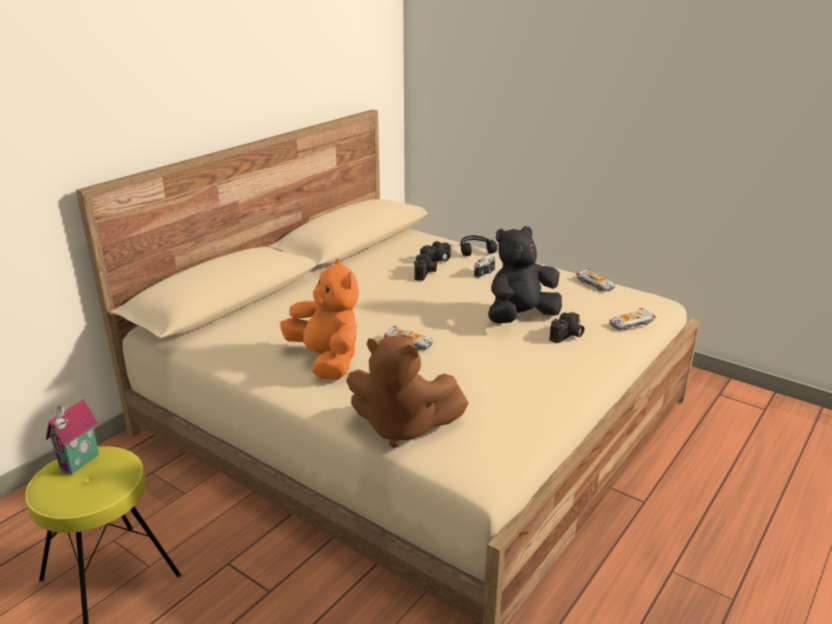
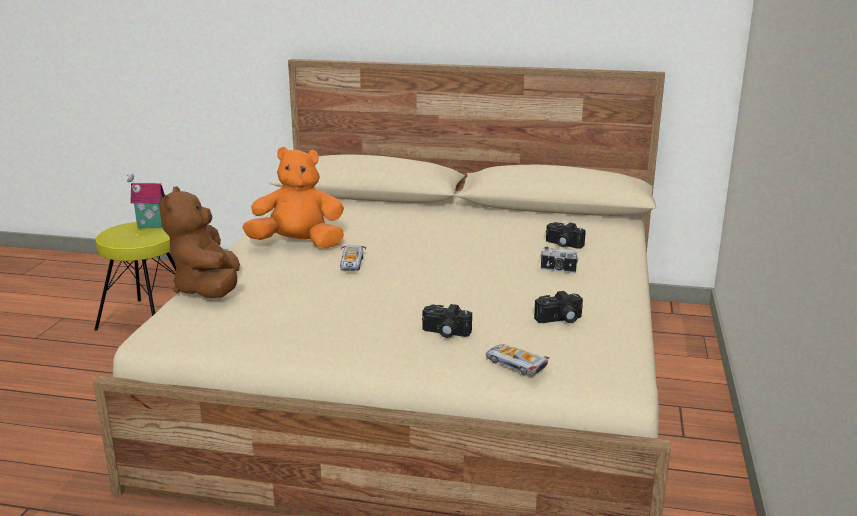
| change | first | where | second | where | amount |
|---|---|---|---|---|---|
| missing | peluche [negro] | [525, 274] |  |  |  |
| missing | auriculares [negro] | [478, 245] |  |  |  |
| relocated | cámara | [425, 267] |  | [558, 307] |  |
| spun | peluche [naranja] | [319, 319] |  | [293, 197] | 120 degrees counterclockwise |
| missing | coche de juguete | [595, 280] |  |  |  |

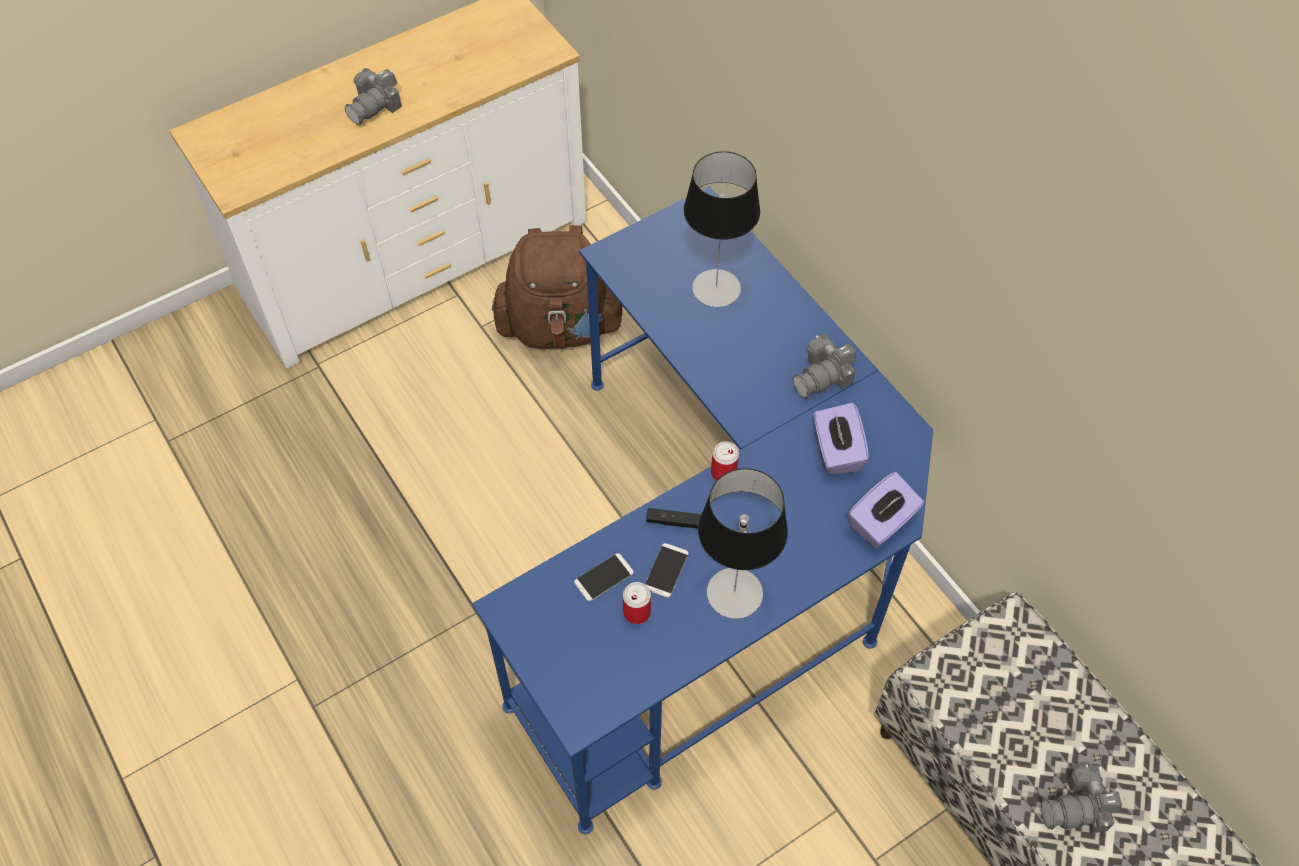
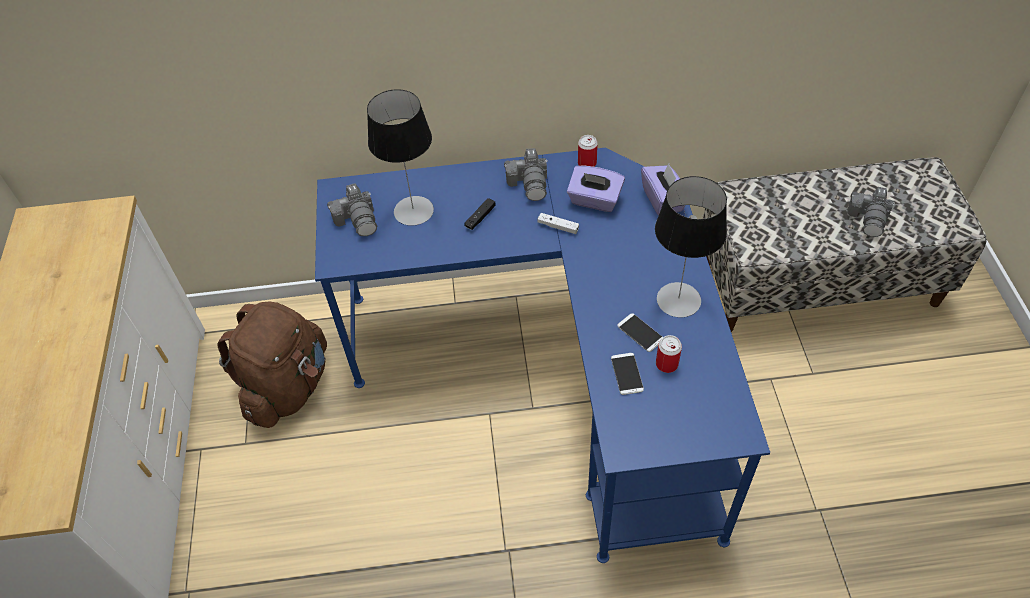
| change | first | where | second | where | amount |
|---|---|---|---|---|---|
| relocated | cámara | [373, 96] |  | [352, 209] |  |
| relocated | lata | [725, 461] |  | [588, 151] |  |
| relocated | mando de consola [negro] | [673, 518] |  | [480, 214] |  |
| appeared |  |  | mando de consola [blanco] | [558, 223] |  |

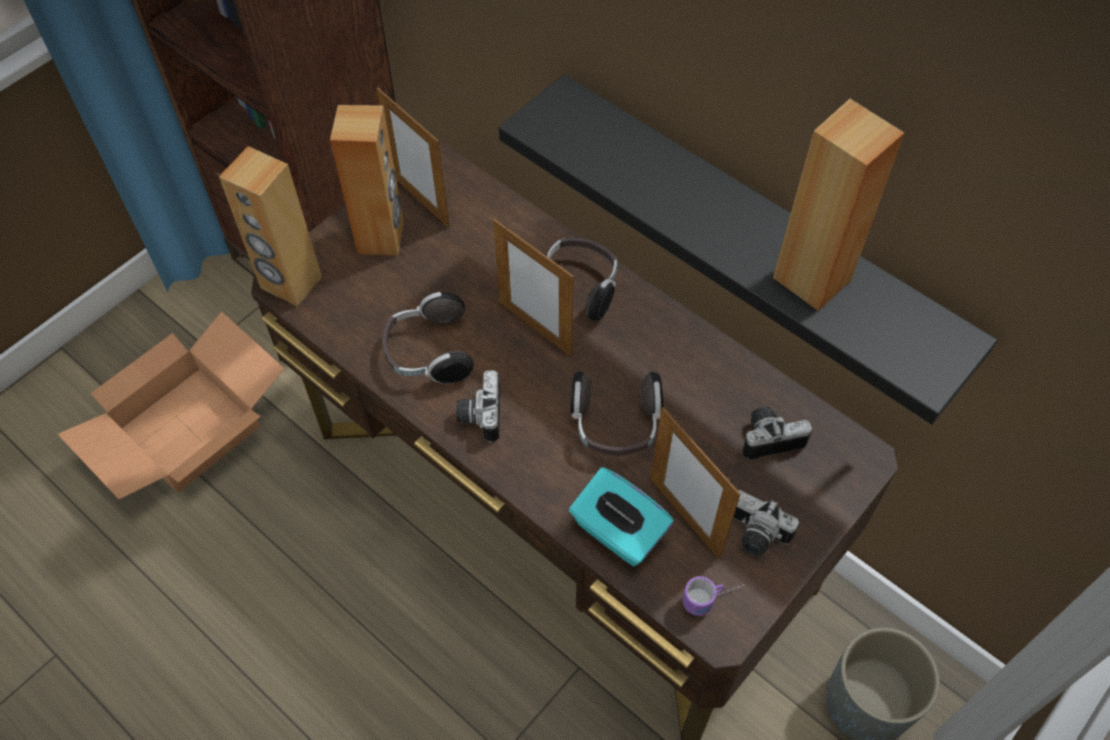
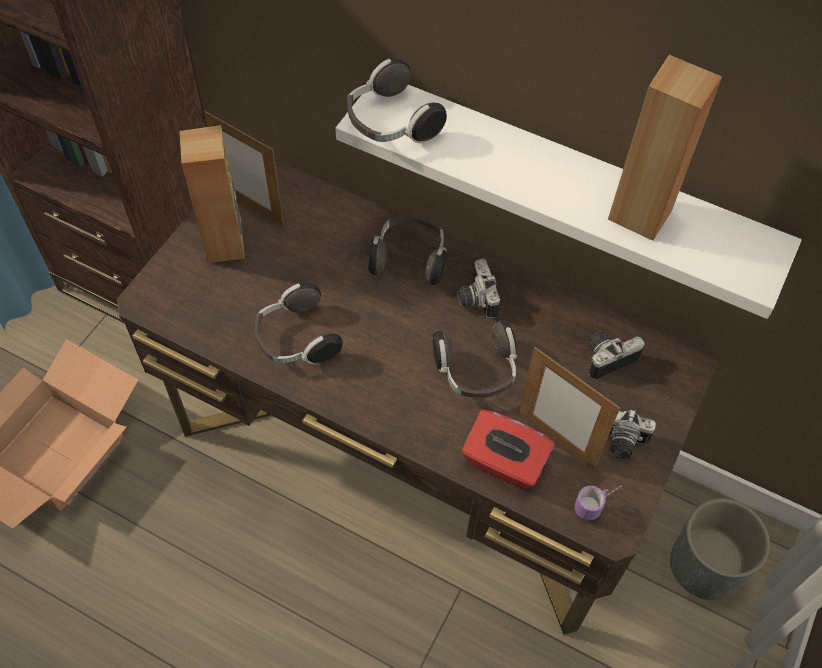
| change | first | where | second | where | amount |
|---|---|---|---|---|---|
| colour | estante [negro] | [748, 249] | estante [blanco] | [568, 202] |  |
| missing | altavoz [marrón] | [270, 226] |  |  |  |
| missing | portarretratos | [533, 288] |  |  |  |
| relocated | cámara | [478, 406] |  | [478, 288] |  |
| colour | caja de pañuelos [turquesa] | [621, 517] | caja de pañuelos [rojo] | [508, 449] |  |
| appeared |  |  | auriculares | [397, 101] |  |

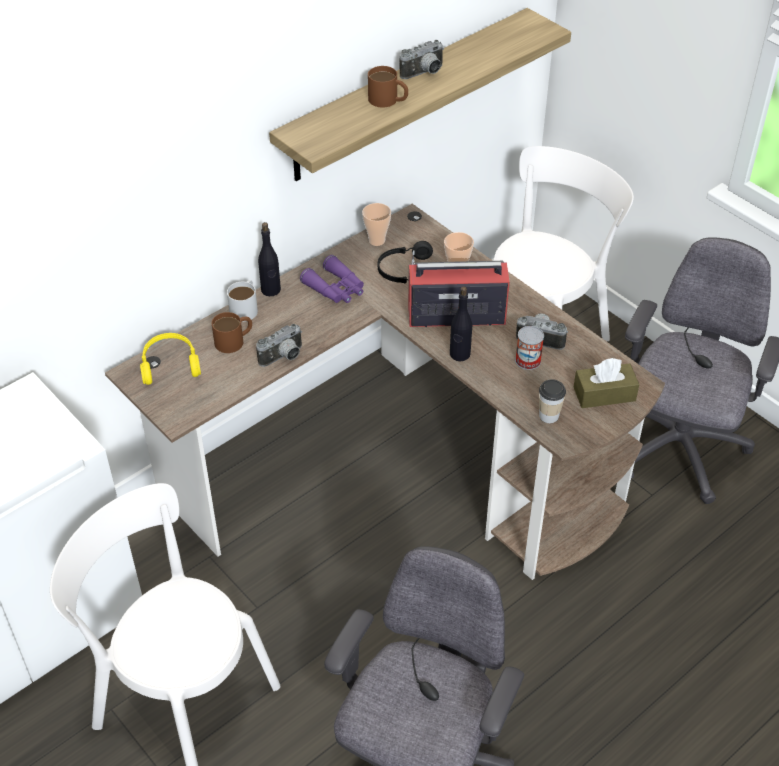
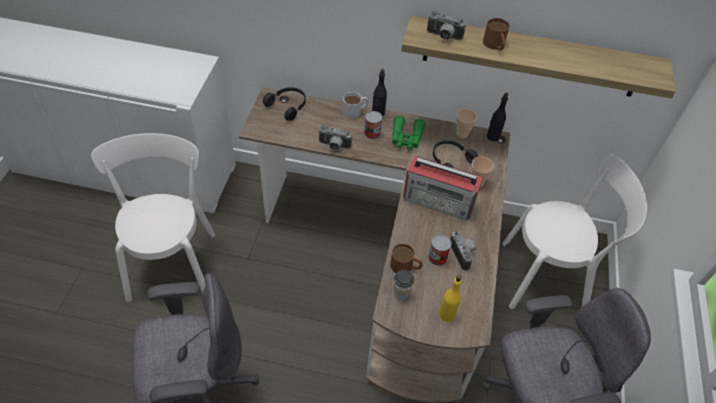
| change | first | where | second | where | amount |
|---|---|---|---|---|---|
| relocated | cámara | [422, 59] |  | [446, 25] |  |
| spun | radio | [459, 288] |  | [443, 188] | 150 degrees clockwise |
| colour | prismáticos [morado] | [332, 279] | prismáticos [verde] | [409, 133] |  |
| relocated | botella [negro] | [461, 324] |  | [497, 117] |  |
| relocated | taza grande [marrón] | [232, 332] |  | [406, 258] |  |
| colour | auriculares [amarillo] | [170, 359] | auriculares [negro] | [284, 104] |  |
| exchanged | caja de pañuelos [marrón] | [606, 383] | botella [amarillo] | [450, 298] |  |
| appeared |  |  | lata | [373, 125] |  |

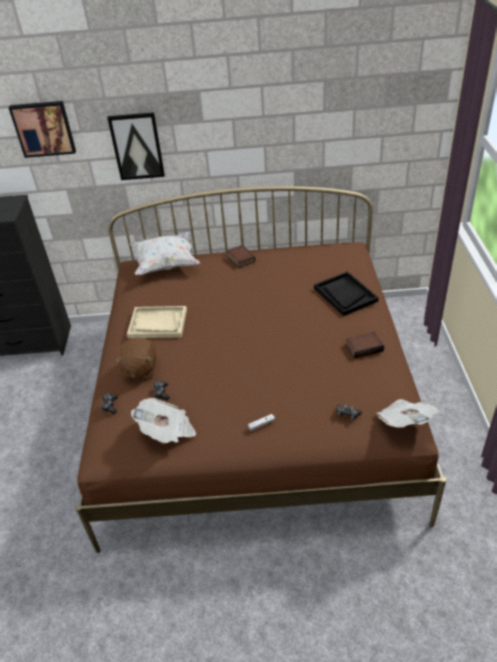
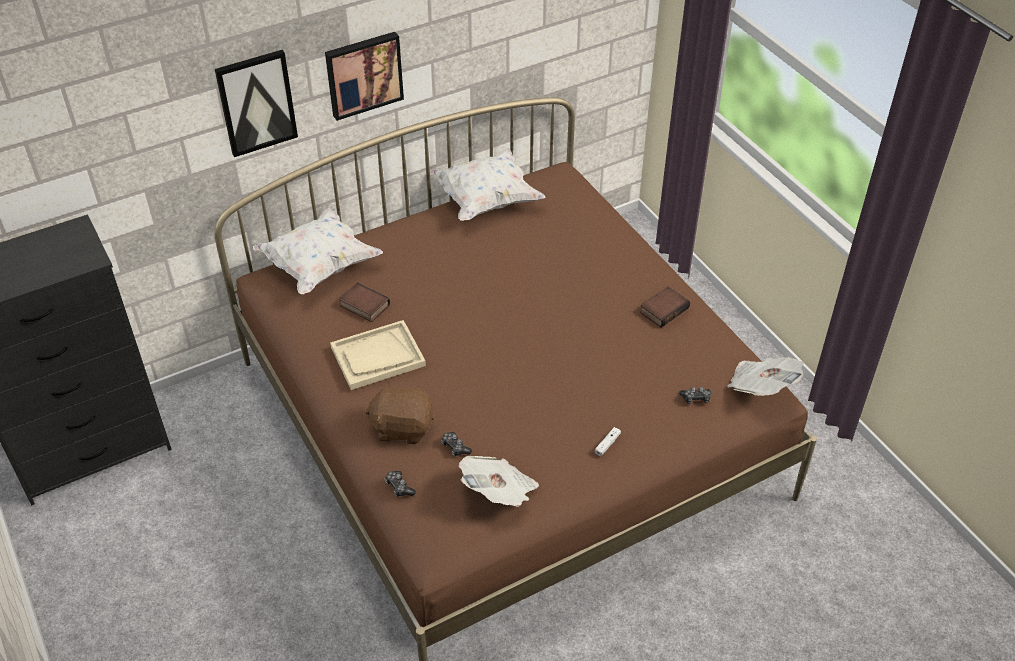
| change | first | where | second | where | amount |
|---|---|---|---|---|---|
| relocated | cuadro | [42, 129] |  | [364, 76] |  |
| relocated | libro | [241, 256] |  | [364, 302] |  |
| missing | bandeja [negro] | [346, 293] |  |  |  |
| spun | peluche [marrón] | [135, 359] |  | [399, 413] | 120 degrees clockwise |
| appeared |  |  | cojín [blanco] | [487, 184] |  |

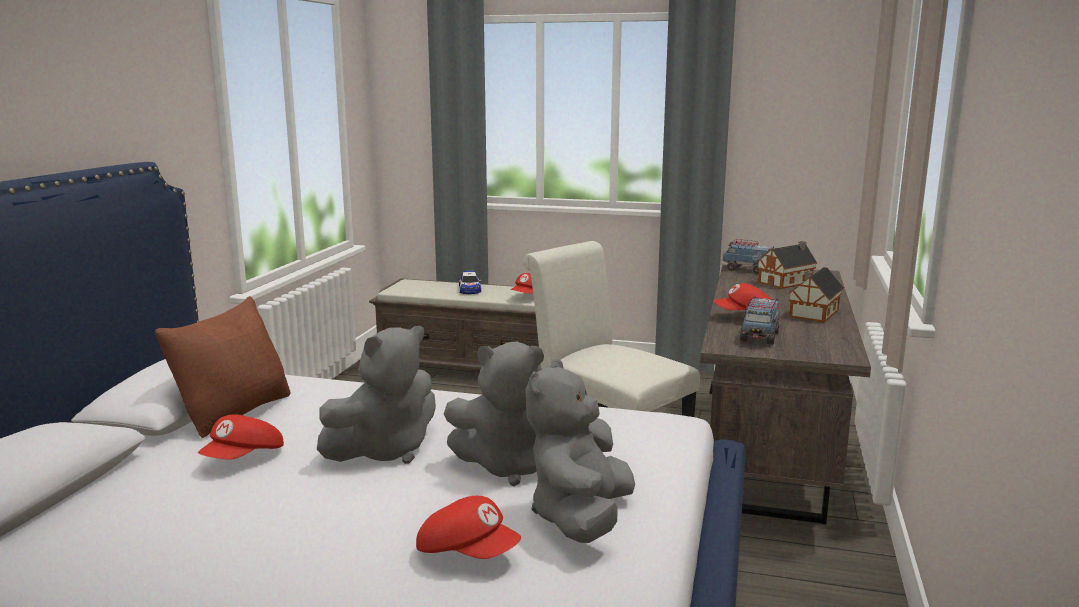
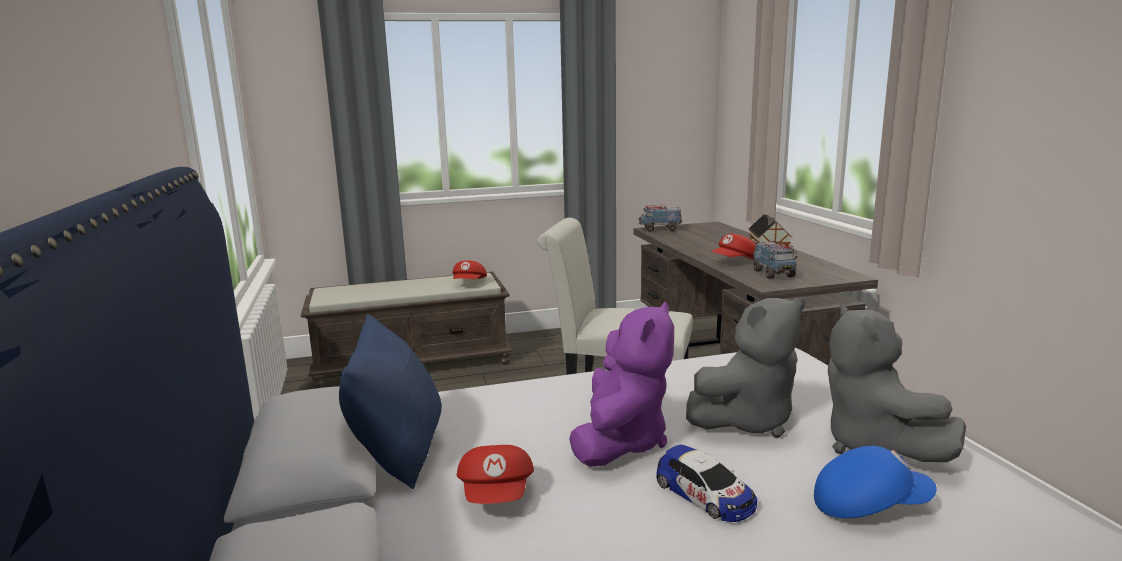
| change | first | where | second | where | amount |
|---|---|---|---|---|---|
| missing | casita | [787, 265] |  |  |  |
| relocated | coche de juguete | [470, 282] |  | [706, 483] |  |
| colour | cojín [marrón] | [223, 367] | cojín [azul] | [390, 401] |  |
| colour | peluche [gris] | [376, 395] | peluche [morado] | [621, 384] |  |
| colour | gorra [rojo] | [468, 527] | gorra [azul] | [875, 482] |  |

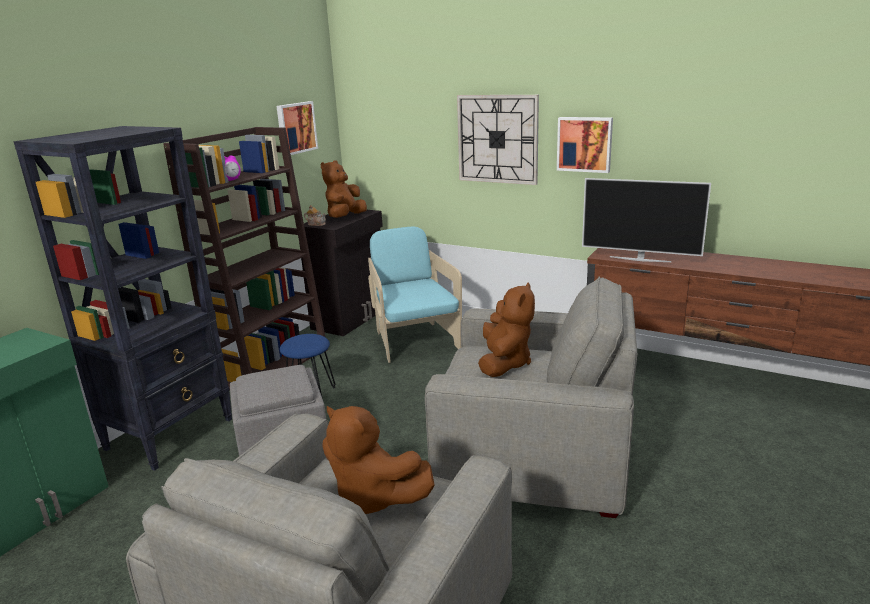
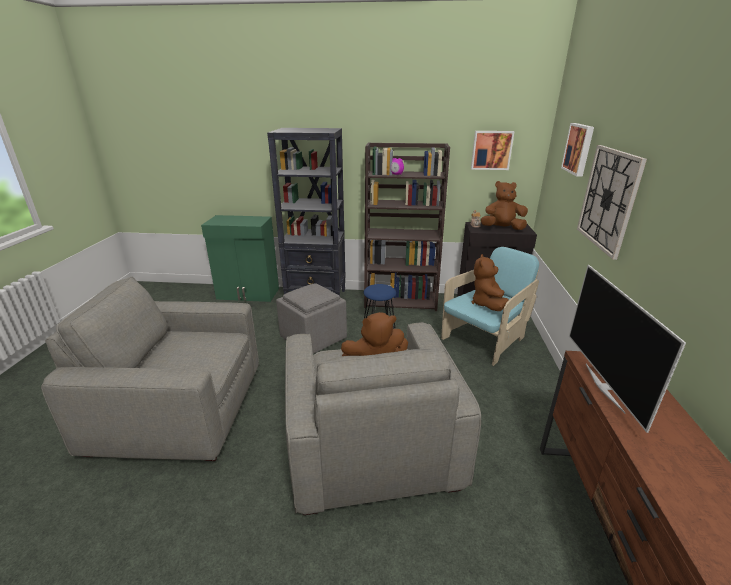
| change | first | where | second | where | amount |
|---|---|---|---|---|---|
| relocated | cuadro | [585, 145] |  | [577, 150] |  |
| relocated | peluche [marrón] | [378, 460] |  | [490, 282] |  |

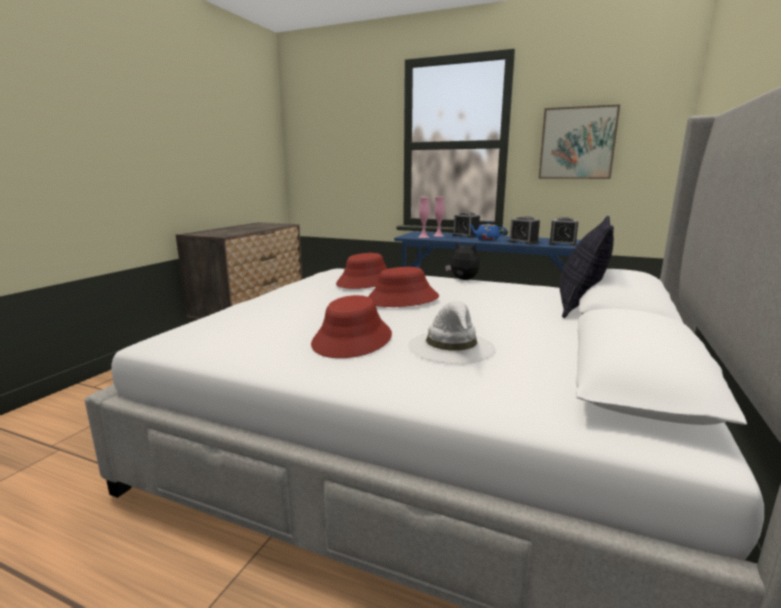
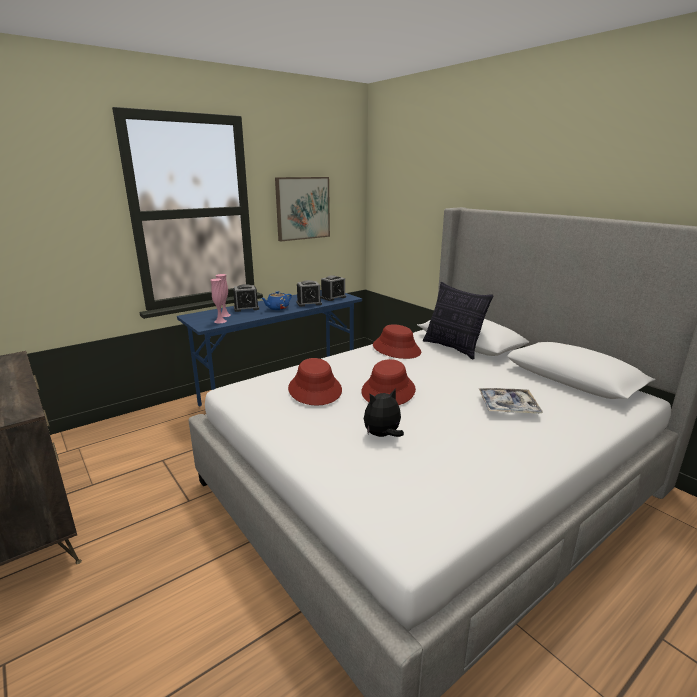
| change | first | where | second | where | amount |
|---|---|---|---|---|---|
| relocated | peluche | [462, 260] |  | [384, 413] |  |
| relocated | sombrero [rojo] | [351, 326] |  | [397, 341] |  |
| exchanged | sombrero [blanco] | [451, 332] | bandeja | [511, 401] |  |

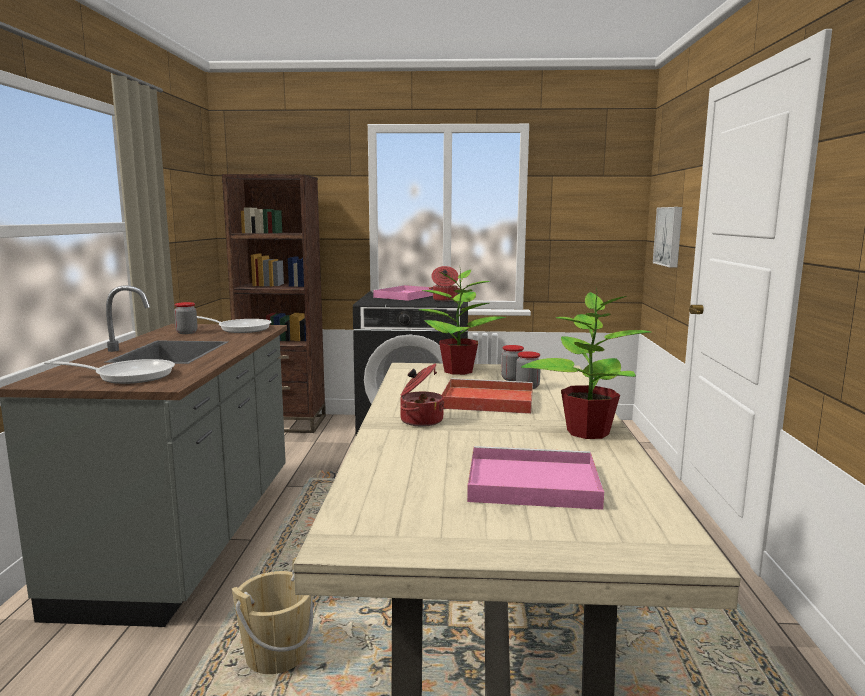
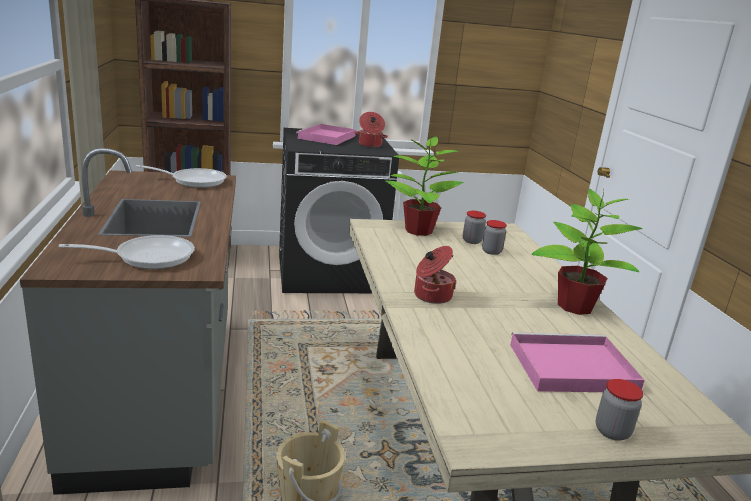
| change | first | where | second | where | amount |
|---|---|---|---|---|---|
| missing | cuadro | [667, 237] |  |  |  |
| relocated | tarro | [186, 318] |  | [619, 410] |  |
| missing | bandeja [rojo] | [487, 396] |  |  |  |

